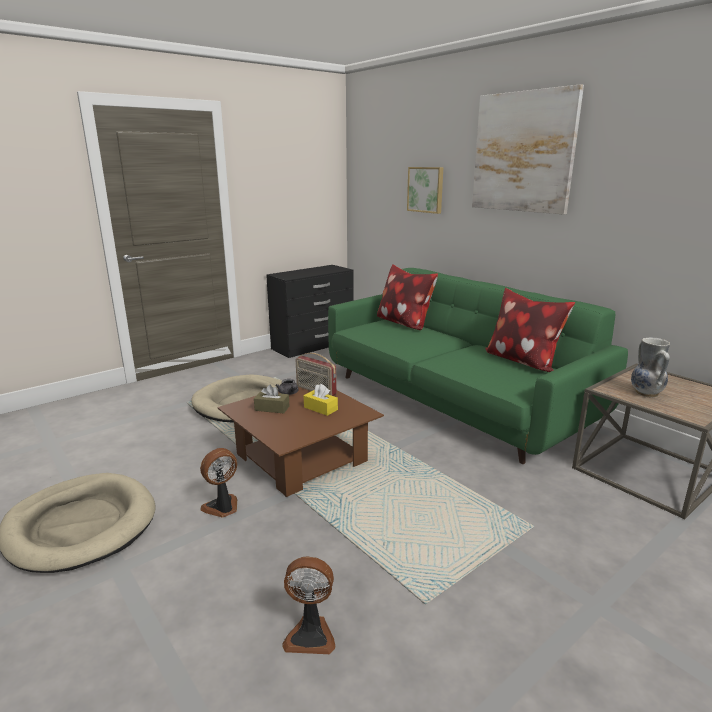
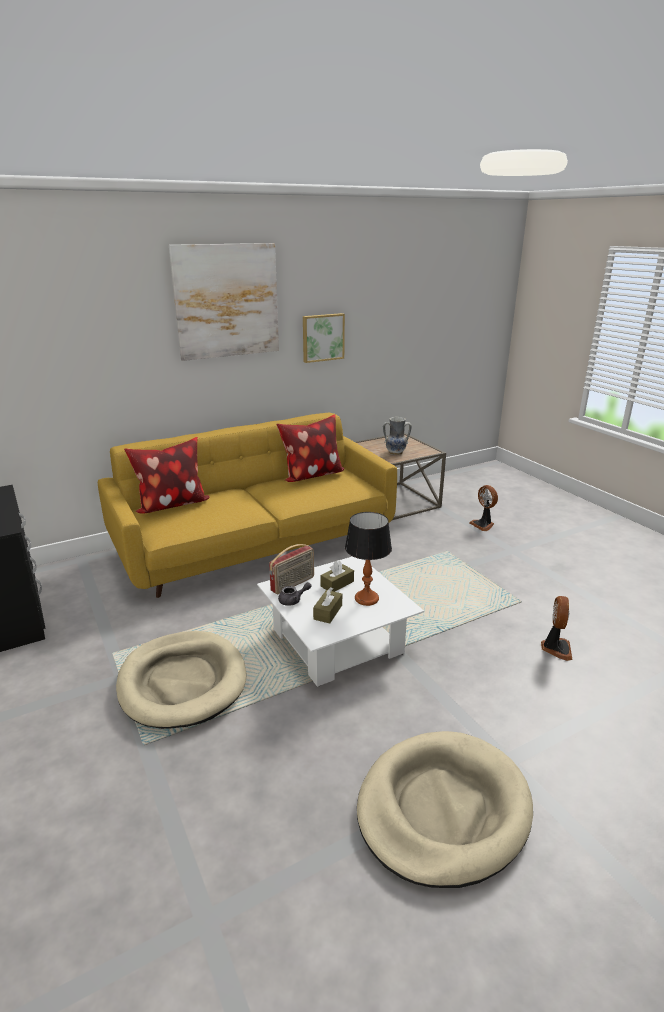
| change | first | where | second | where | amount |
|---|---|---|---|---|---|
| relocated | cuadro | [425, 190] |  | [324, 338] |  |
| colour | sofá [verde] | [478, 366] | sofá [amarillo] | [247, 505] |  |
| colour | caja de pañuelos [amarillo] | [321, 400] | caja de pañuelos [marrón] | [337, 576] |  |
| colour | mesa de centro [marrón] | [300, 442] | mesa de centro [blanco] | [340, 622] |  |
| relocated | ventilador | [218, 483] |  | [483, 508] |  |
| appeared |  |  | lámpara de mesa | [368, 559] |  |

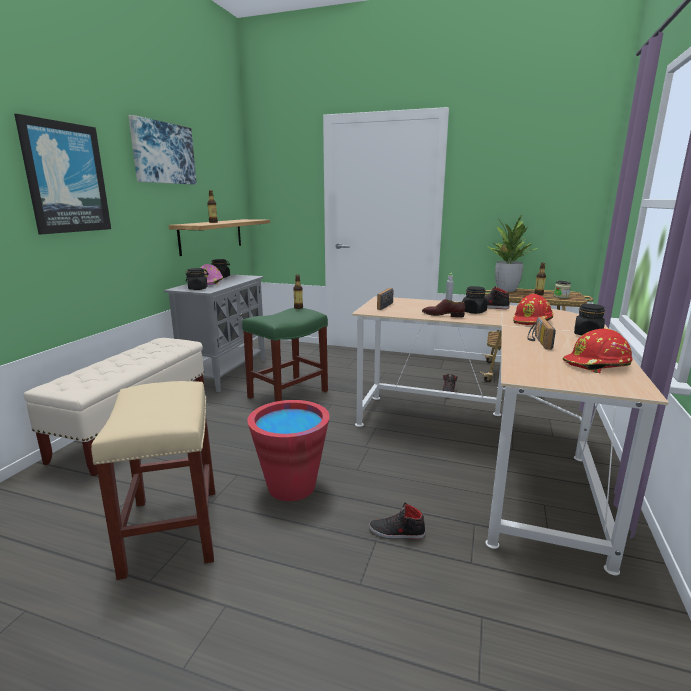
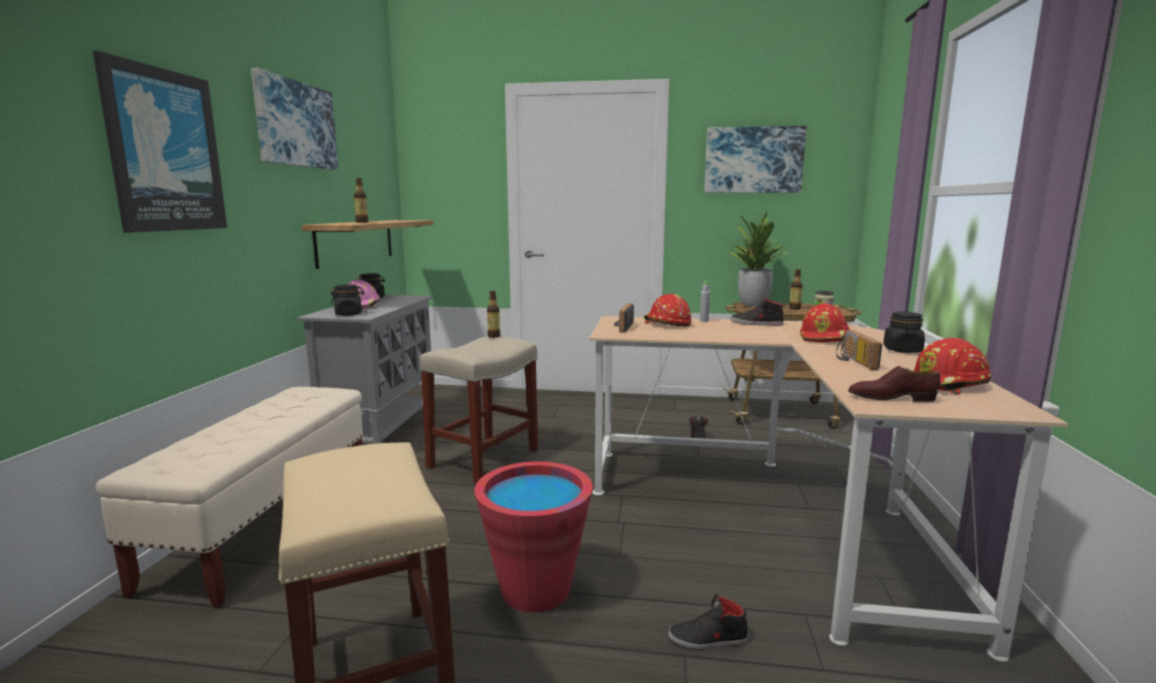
| change | first | where | second | where | amount |
|---|---|---|---|---|---|
| missing | tarro [negro] | [475, 300] |  |  |  |
| relocated | zapato [marrón] | [443, 308] |  | [894, 384] |  |
| colour | taburete [verde] | [285, 355] | taburete [beis] | [478, 409] |  |
| appeared |  |  | cuadro | [755, 159] |  |
| appeared |  |  | casco [rojo] | [668, 310] |  |

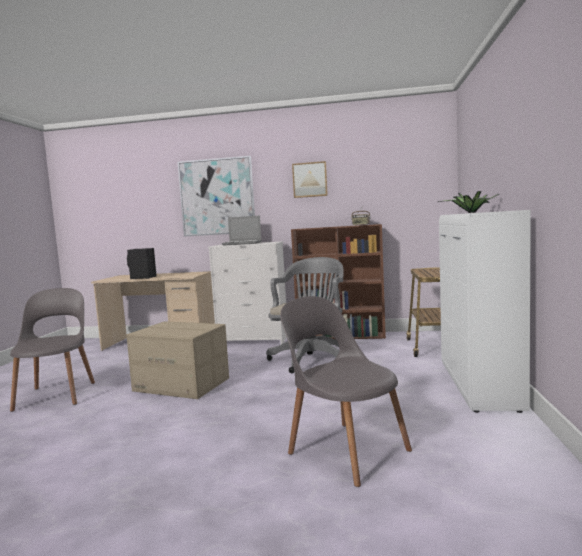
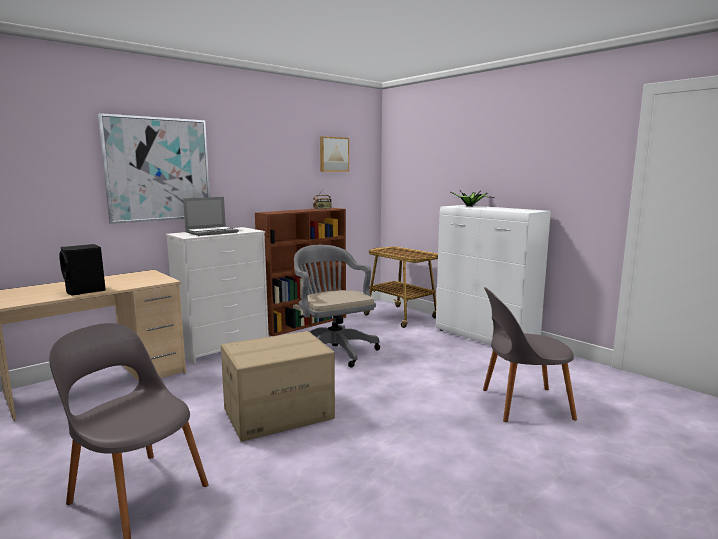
| change | first | where | second | where | amount |
|---|---|---|---|---|---|
| relocated | cuadro | [310, 179] |  | [334, 154] |  |

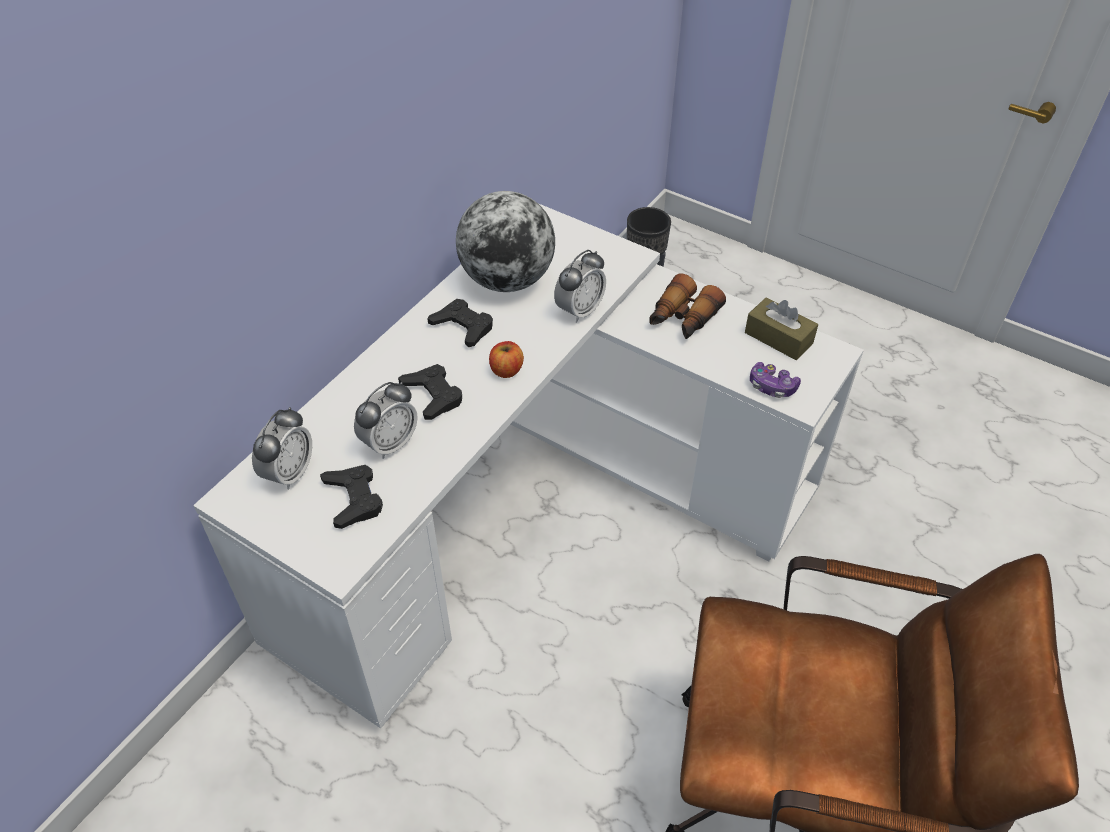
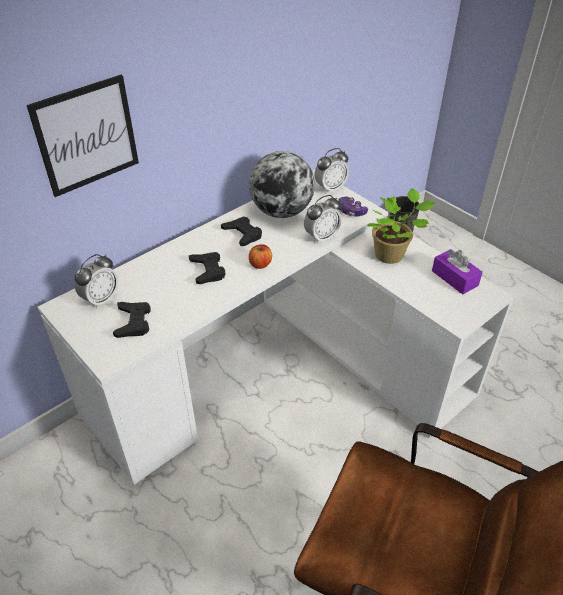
| change | first | where | second | where | amount |
|---|---|---|---|---|---|
| exchanged | prismáticos | [687, 306] | planta en maceta | [401, 226] |  |
| colour | caja de pañuelos [marrón] | [781, 328] | caja de pañuelos [morado] | [457, 272] |  |
| relocated | mando de consola | [775, 380] |  | [353, 206] |  |
| relocated | despertador | [386, 420] |  | [331, 171] |  |
| appeared |  |  | cuadro | [83, 136] |  |

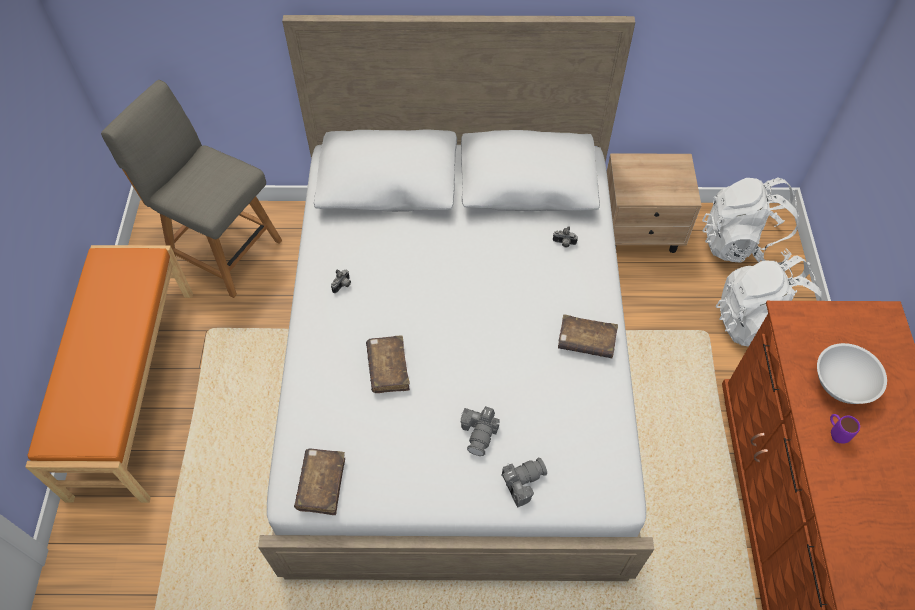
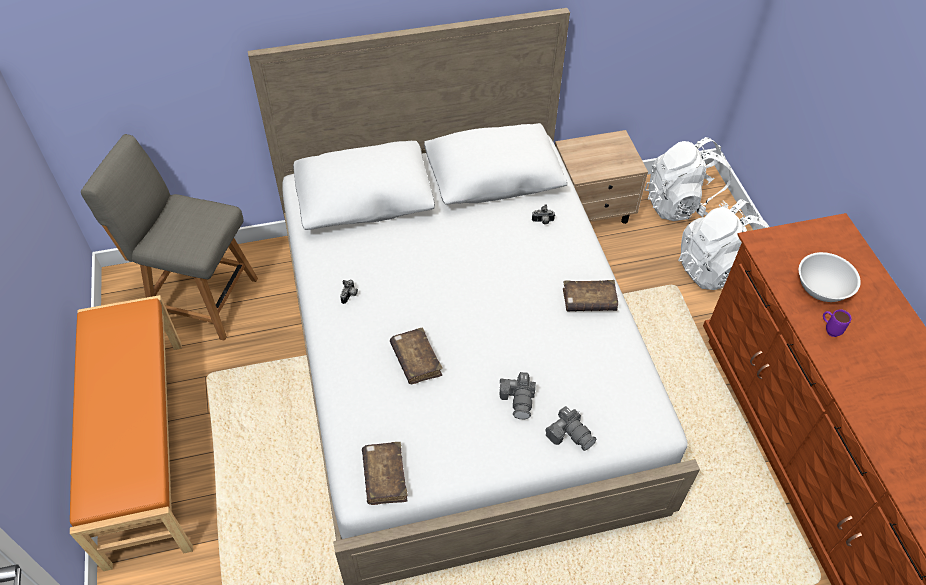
| change | first | where | second | where | amount |
|---|---|---|---|---|---|
| spun | cámara | [524, 482] |  | [570, 428] | 90 degrees clockwise |

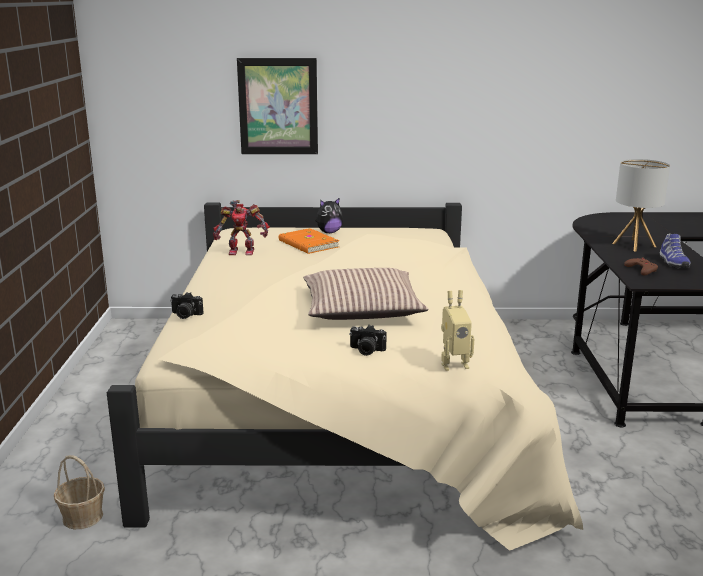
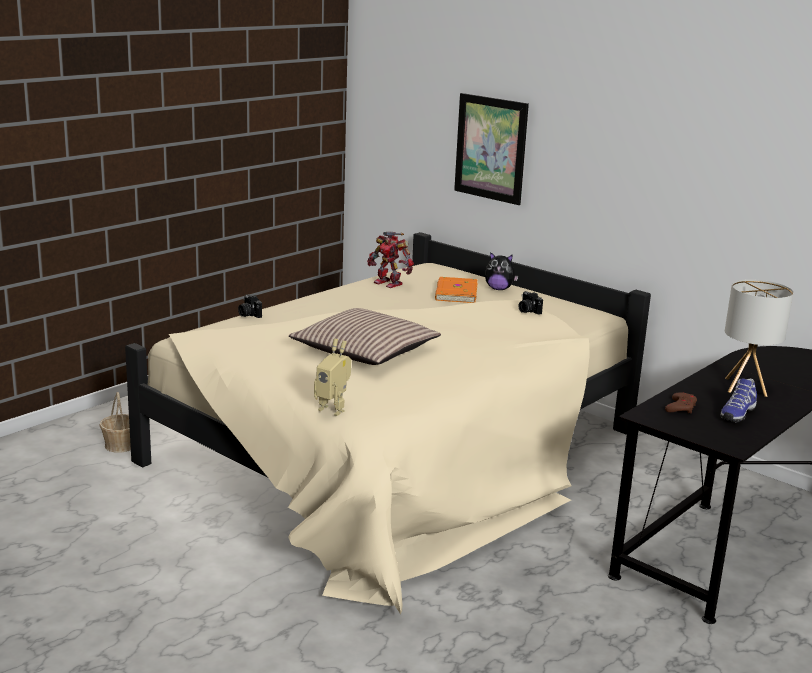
| change | first | where | second | where | amount |
|---|---|---|---|---|---|
| relocated | cámara | [368, 340] |  | [530, 303] |  |

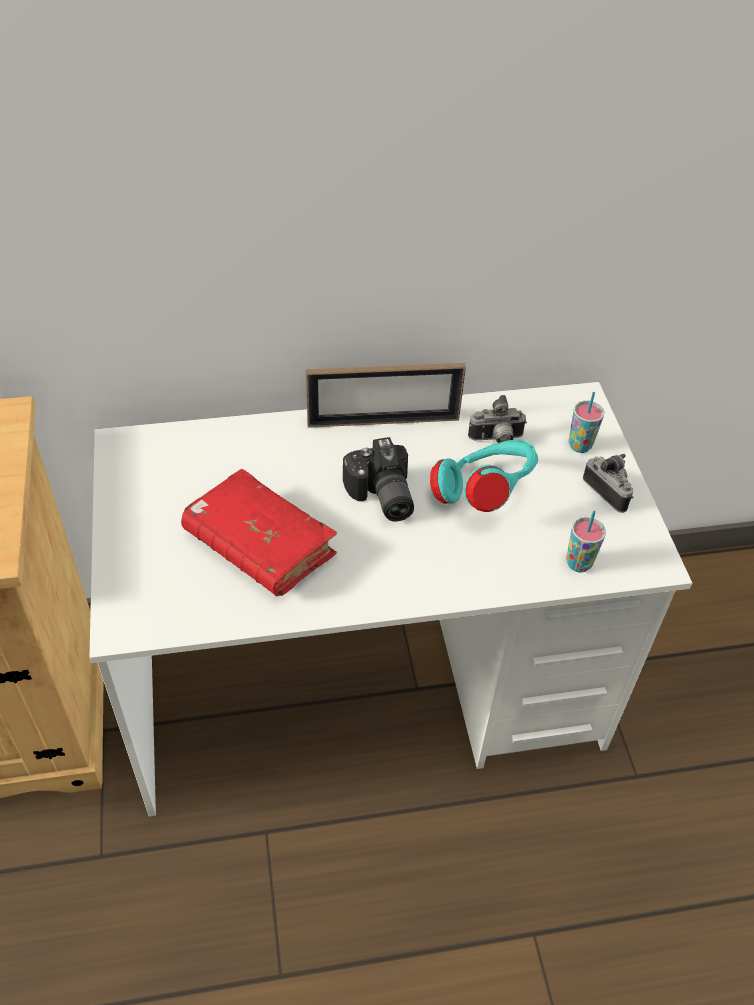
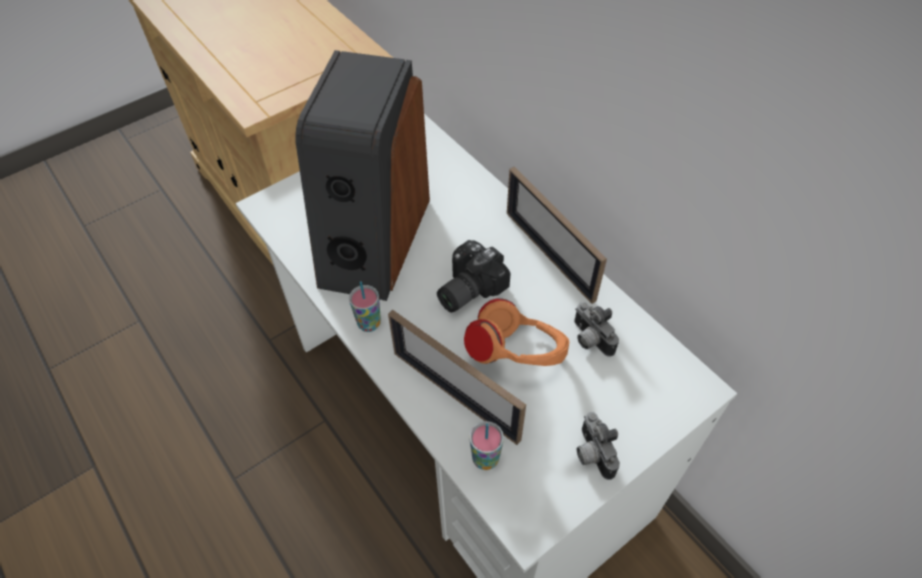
| change | first | where | second | where | amount |
|---|---|---|---|---|---|
| relocated | taza | [586, 422] |  | [365, 306] |  |
| colour | auriculares [turquesa] | [484, 476] | auriculares [naranja] | [516, 332] |  |
| spun | cámara | [608, 483] |  | [598, 446] | 135 degrees clockwise |
| exchanged | libro [rojo] | [259, 532] | altavoz | [362, 175] |  |
| appeared |  |  | portarretratos | [457, 377] |  |

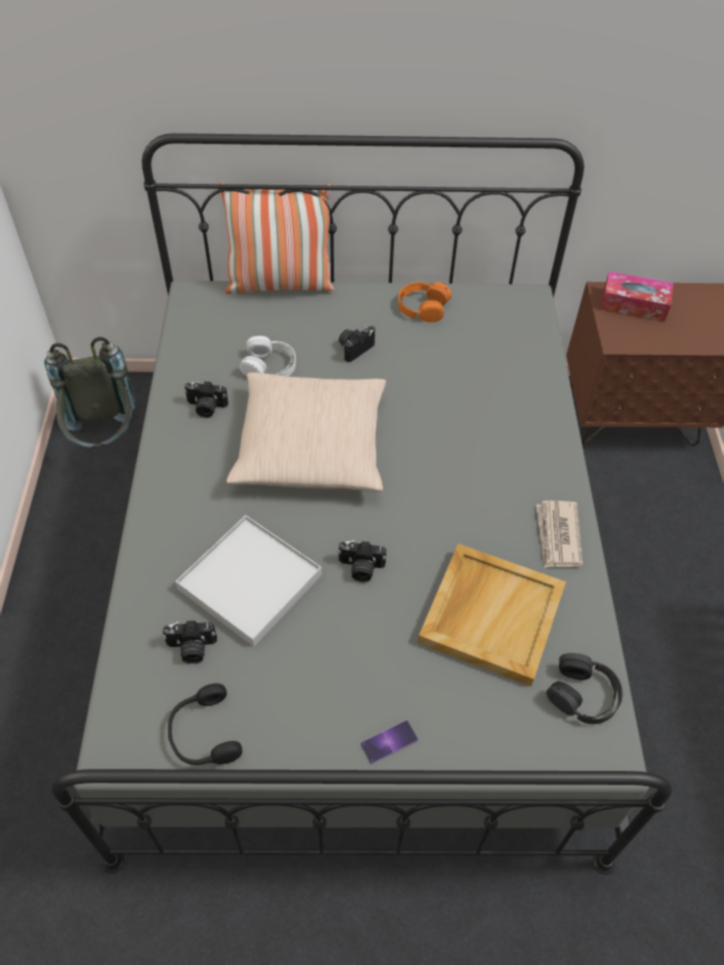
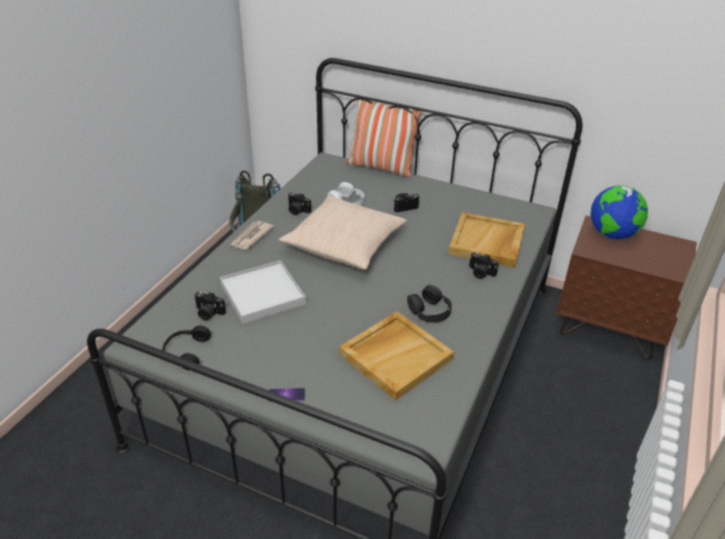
| change | first | where | second | where | amount |
|---|---|---|---|---|---|
| exchanged | caja de pañuelos | [637, 296] | globo terráqueo | [619, 212] |  |
| missing | auriculares [naranja] | [425, 302] |  |  |  |
| relocated | periódico | [559, 534] |  | [252, 235] |  |
| relocated | cámara | [362, 561] |  | [484, 265] |  |
| relocated | auriculares [negro] | [584, 688] |  | [429, 304] |  |
| appeared |  |  | bandeja [beis] | [486, 239] |  |

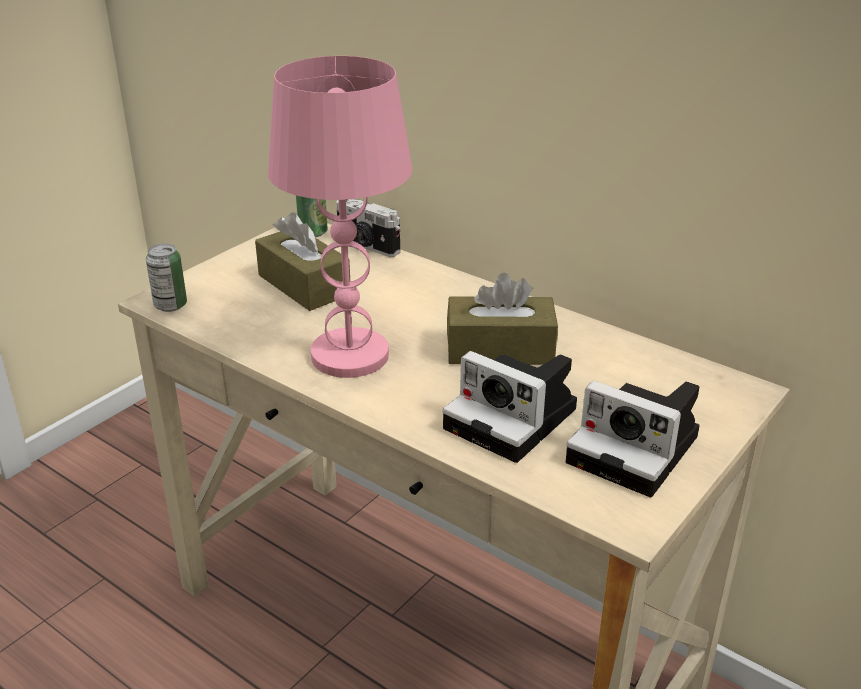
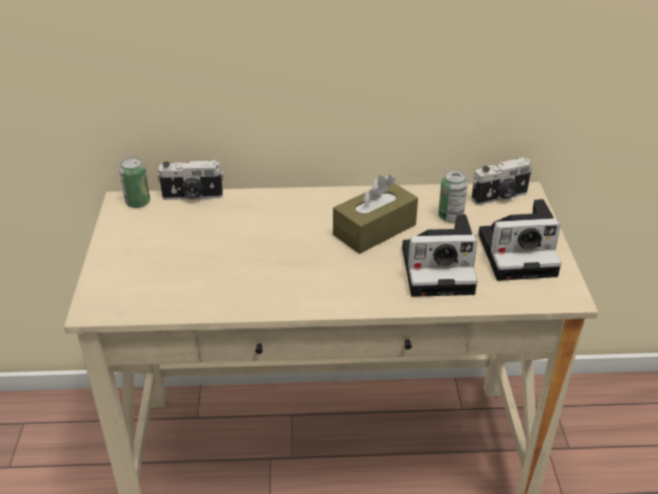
| change | first | where | second | where | amount |
|---|---|---|---|---|---|
| missing | lámpara de mesa [rosa] | [340, 217] |  |  |  |
| missing | caja de pañuelos [marrón] | [302, 261] |  |  |  |
| relocated | lata | [166, 278] |  | [453, 197] |  |
| appeared |  |  | cámara | [501, 181] |  |

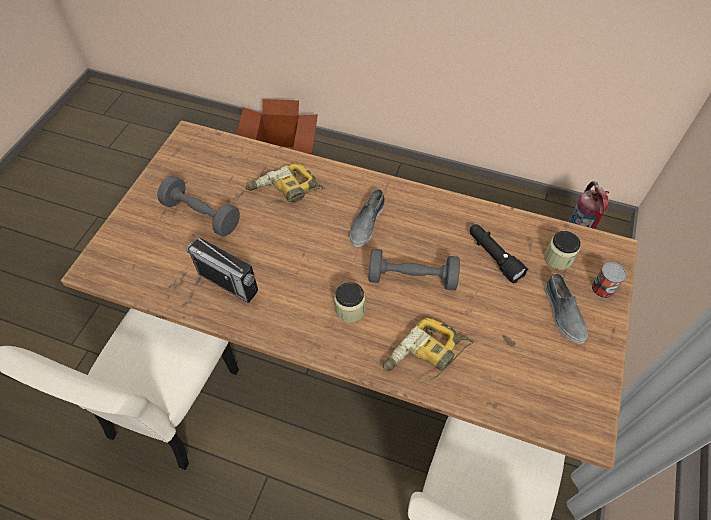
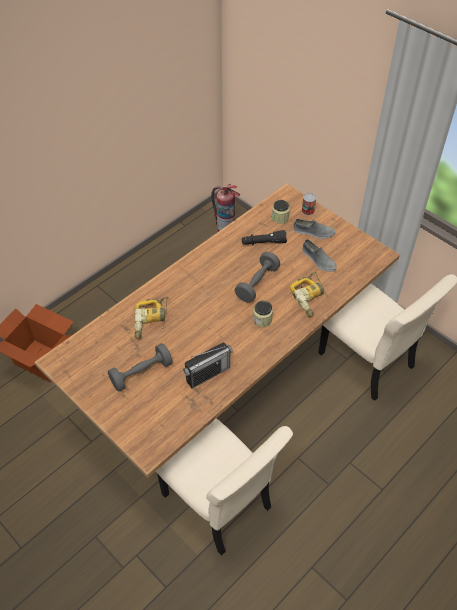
| change | first | where | second | where | amount |
|---|---|---|---|---|---|
| relocated | zapato [gris] | [367, 218] |  | [319, 255] |  |

